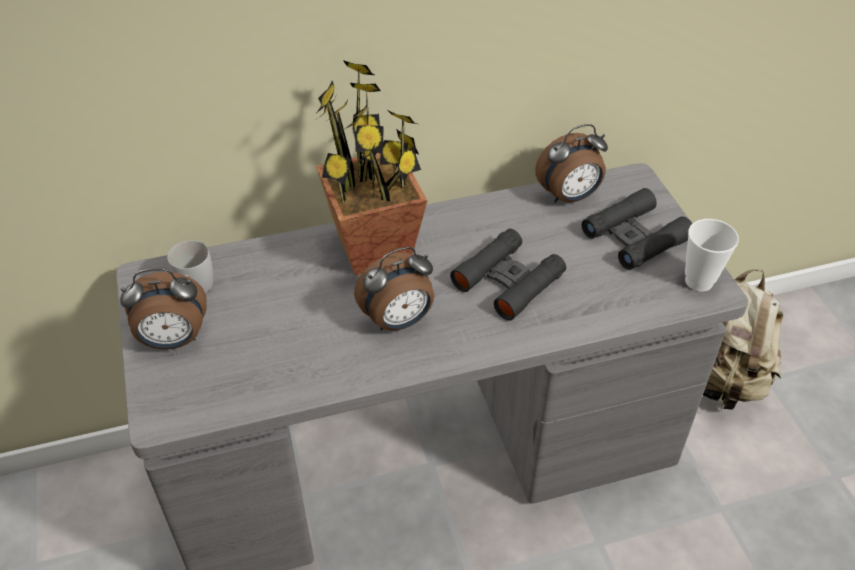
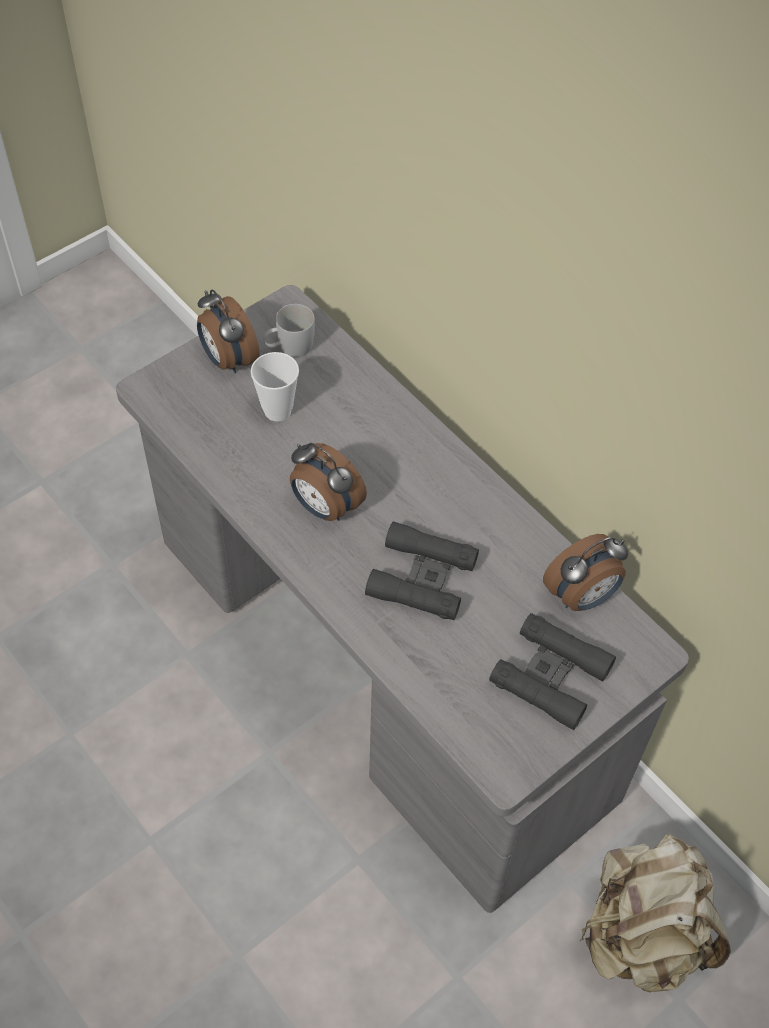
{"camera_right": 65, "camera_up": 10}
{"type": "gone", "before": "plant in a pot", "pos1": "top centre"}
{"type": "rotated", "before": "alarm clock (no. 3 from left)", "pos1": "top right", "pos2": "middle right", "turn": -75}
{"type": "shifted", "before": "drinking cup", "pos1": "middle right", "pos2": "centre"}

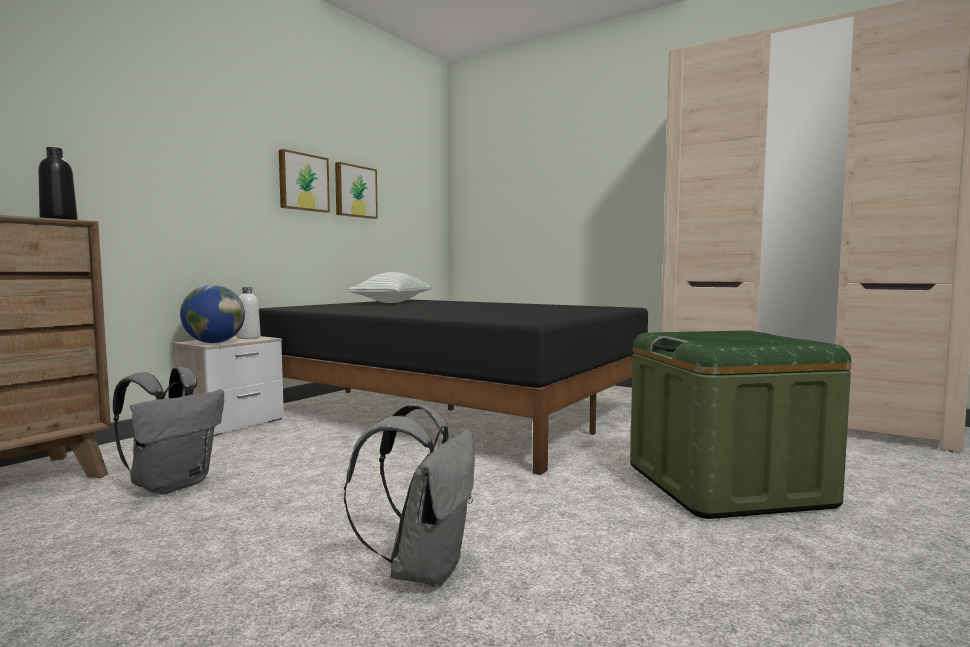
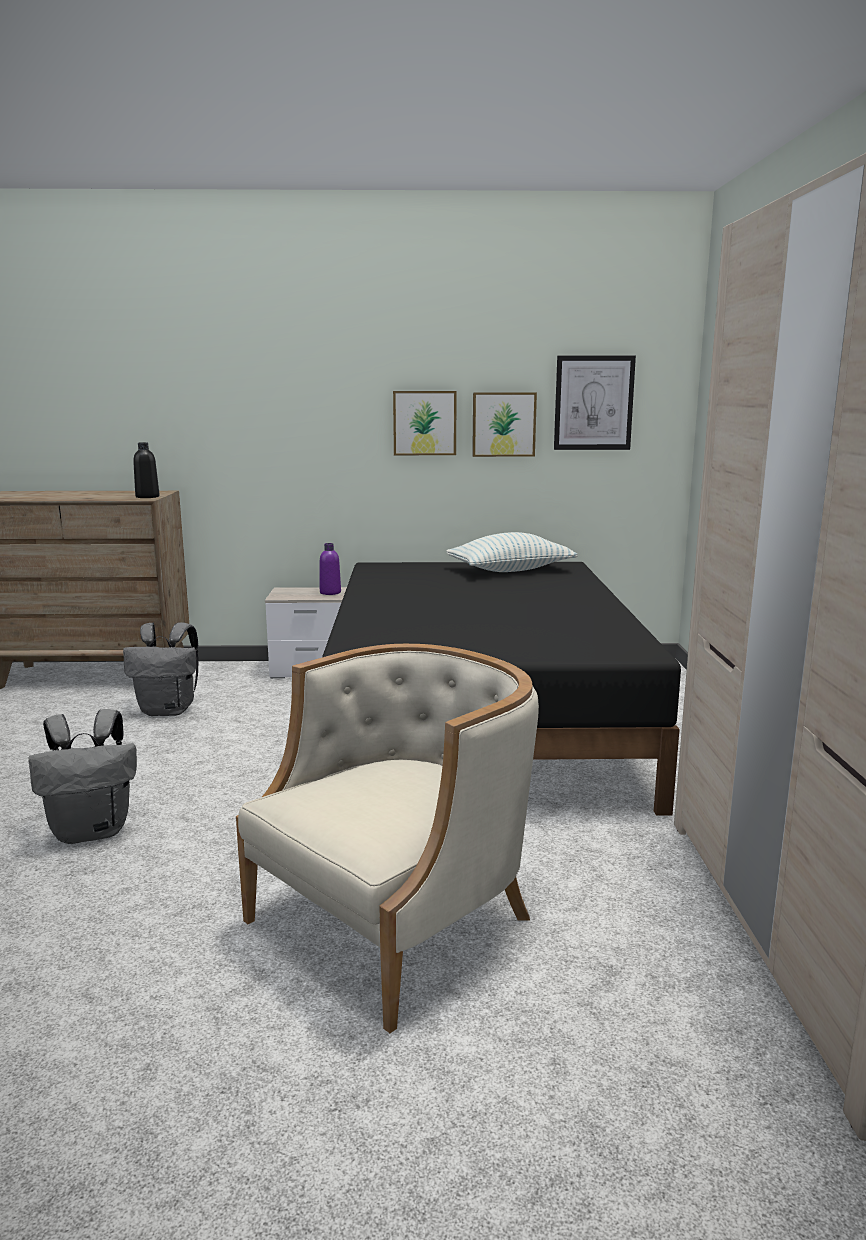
{"camera_right": 55, "camera_up": 10}
{"type": "gone", "before": "world globe", "pos1": "middle left"}
{"type": "repainted", "before": "white beverage bottle", "after": "purplish beverage bottle", "pos1": "middle left", "pos2": "centre"}
{"type": "swapped", "before": "greenish storage box", "after": "sand-coloured easy chair", "pos1": "middle right", "pos2": "bottom centre"}
{"type": "new", "after": "picture (no. 3 from left)", "pos2": "top right"}

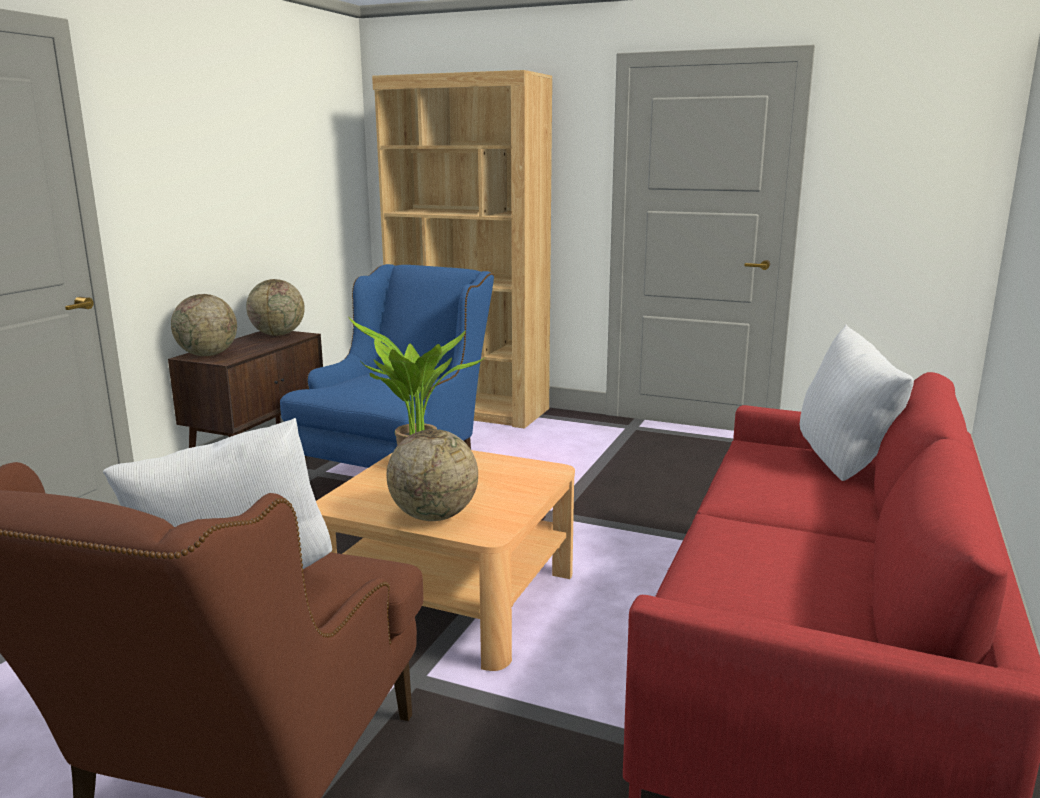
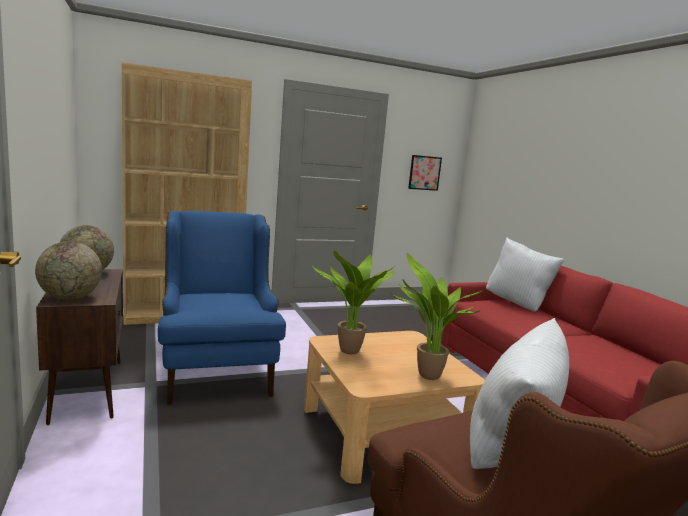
{"camera_right": -45, "camera_up": -5}
{"type": "swapped", "before": "world globe (no. 3 from left)", "after": "plant in a pot (no. 2 from left)", "pos1": "centre", "pos2": "centre"}
{"type": "new", "after": "picture", "pos2": "centre"}

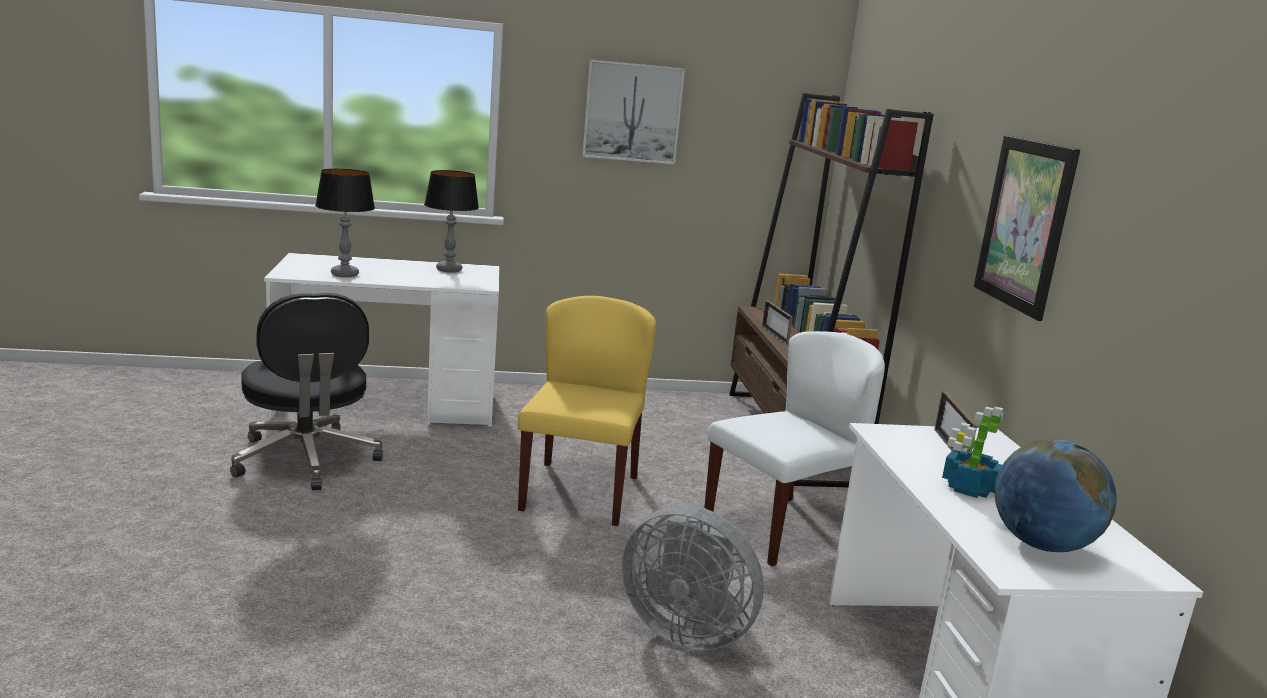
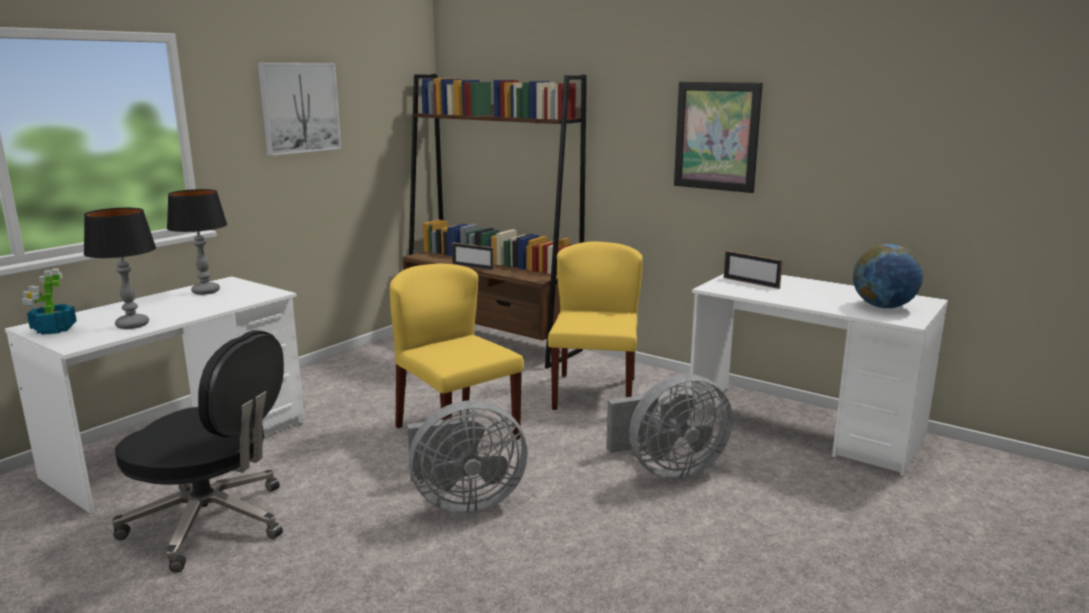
{"camera_right": -45, "camera_up": 0}
{"type": "repainted", "before": "white upright chair", "after": "yellow-coloured upright chair (no. 2 from left)", "pos1": "centre", "pos2": "centre"}
{"type": "shifted", "before": "plant in a pot", "pos1": "middle right", "pos2": "middle left"}
{"type": "new", "after": "greyish fan (no. 1 from left)", "pos2": "bottom centre"}

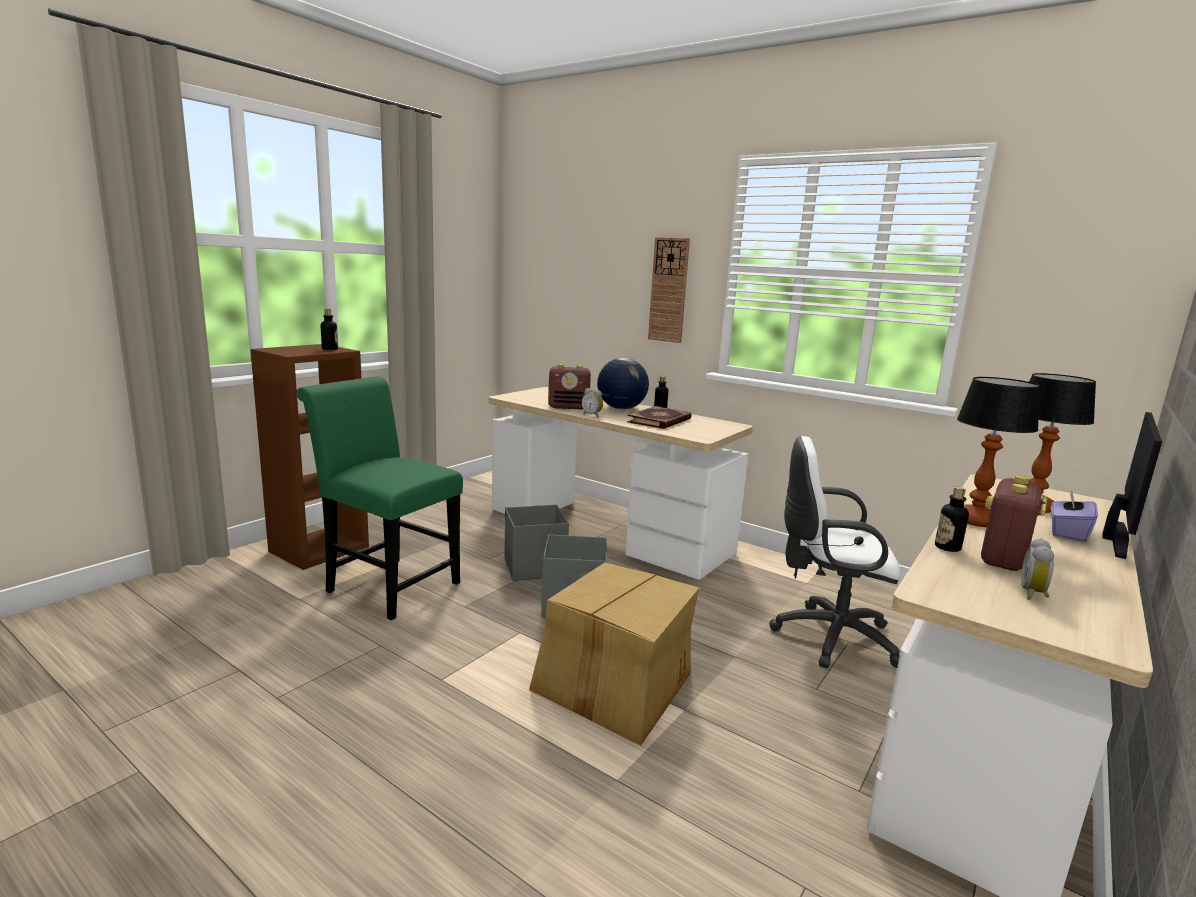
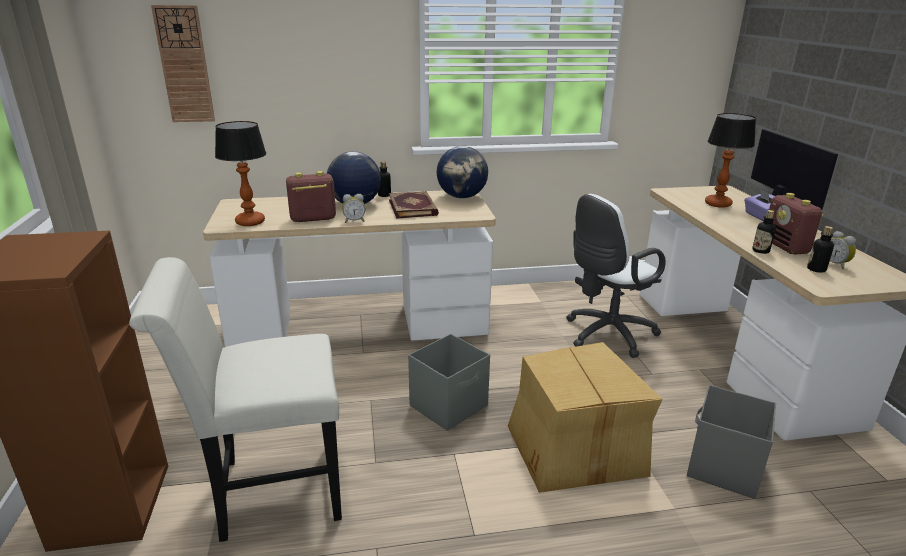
{"camera_right": -45, "camera_up": 10}
{"type": "repainted", "before": "greenish upright chair", "after": "white upright chair", "pos1": "middle left", "pos2": "bottom left"}
{"type": "shifted", "before": "beverage bottle (no. 1 from left in the first image)", "after": "beverage bottle (no. 3 from left)", "pos1": "middle left", "pos2": "middle right"}
{"type": "shifted", "before": "greyish storage box (no. 1 from left in the first image)", "after": "greyish storage box (no. 2 from left)", "pos1": "centre", "pos2": "bottom right"}
{"type": "rotated", "before": "radio set (no. 1 from left)", "pos1": "centre", "pos2": "centre", "turn": -150}
{"type": "shifted", "before": "clock on the wall", "pos1": "top centre", "pos2": "top left"}
{"type": "shifted", "before": "table lamp (no. 1 from left)", "pos1": "middle right", "pos2": "top left"}
{"type": "new", "after": "world globe (no. 2 from left)", "pos2": "top centre"}

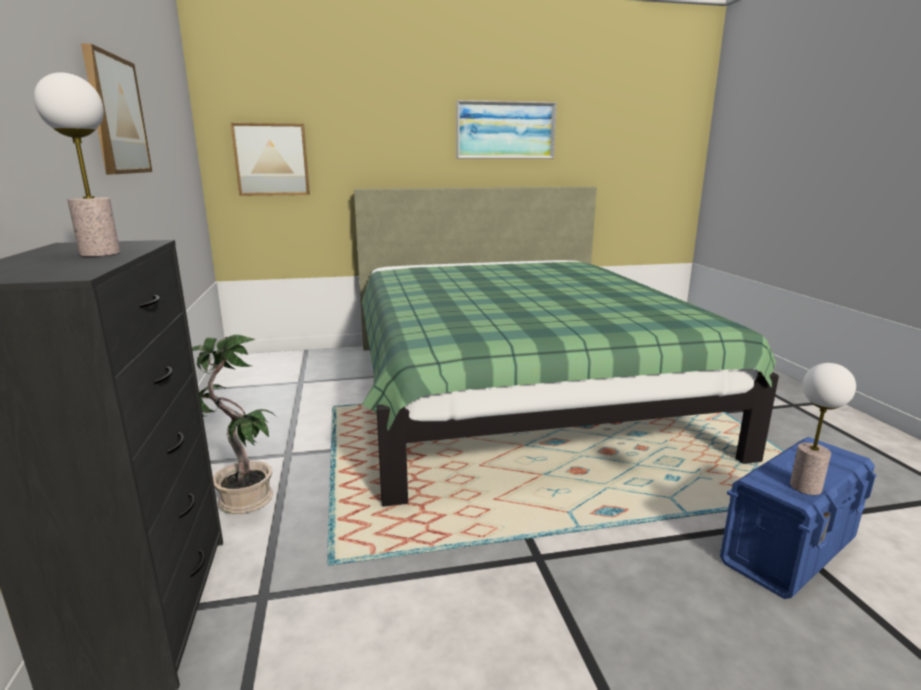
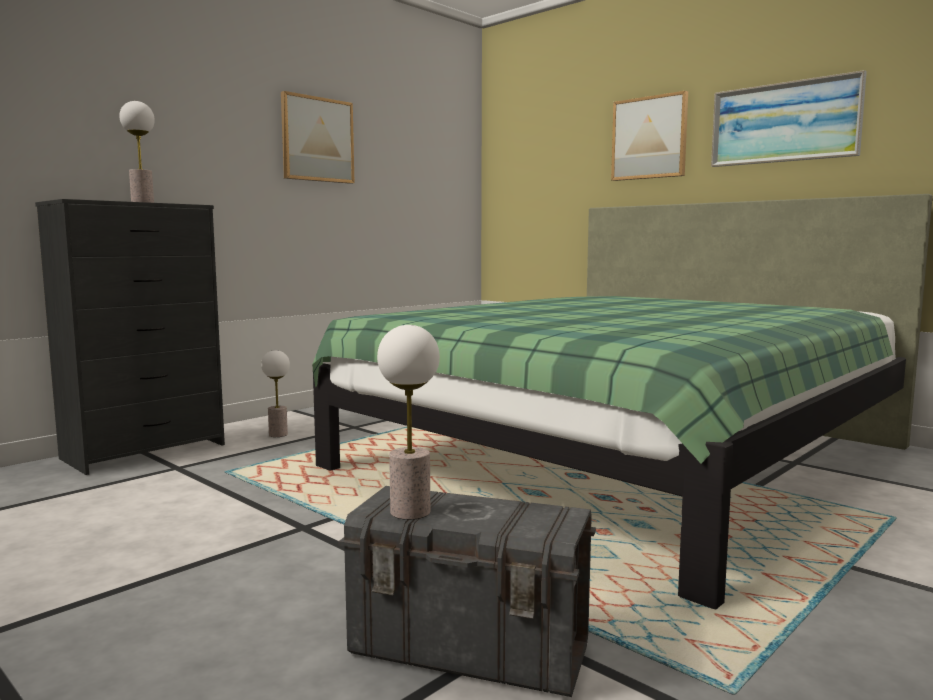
{"camera_right": 55, "camera_up": -10}
{"type": "swapped", "before": "plant in a pot", "after": "table lamp (no. 2 from left)", "pos1": "middle left", "pos2": "middle left"}
{"type": "shifted", "before": "picture (no. 2 from left)", "pos1": "top left", "pos2": "top right"}
{"type": "repainted", "before": "bluish storage box", "after": "greyish storage box", "pos1": "bottom right", "pos2": "bottom centre"}

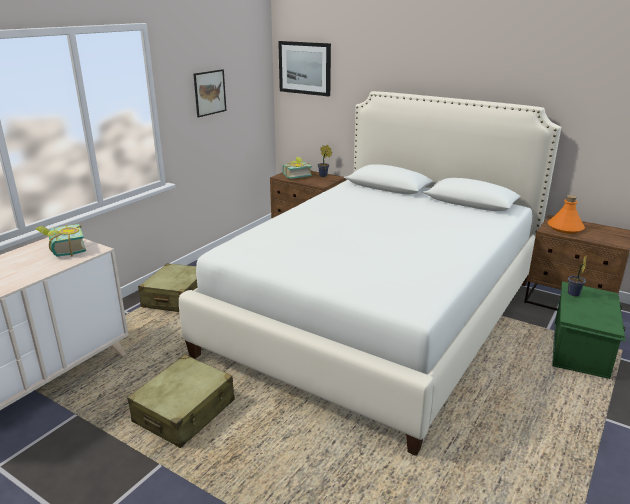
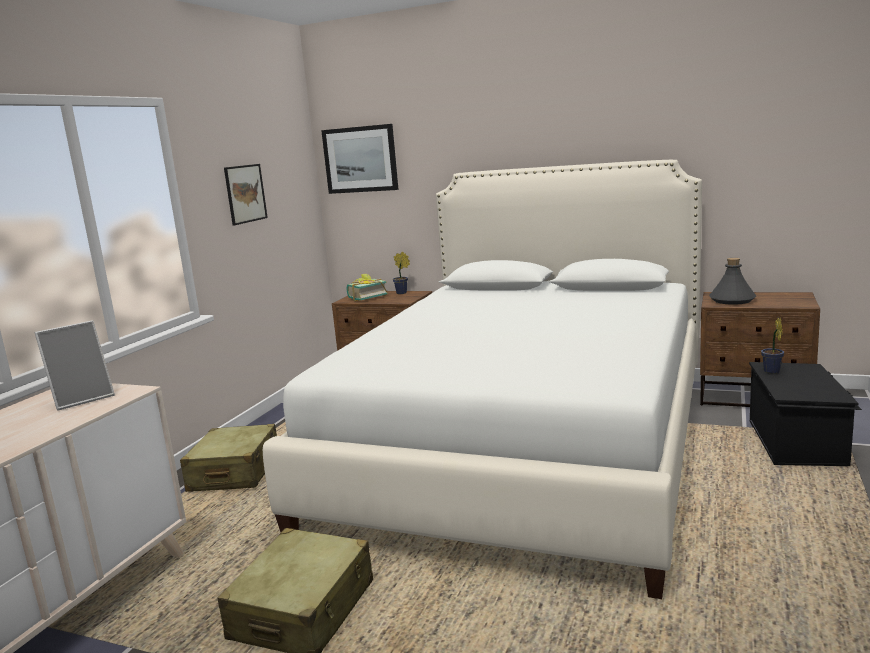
{"camera_right": -10, "camera_up": -10}
{"type": "swapped", "before": "bound book (no. 1 from left)", "after": "standing frame", "pos1": "middle left", "pos2": "middle left"}
{"type": "repainted", "before": "orange beverage bottle", "after": "greyish beverage bottle", "pos1": "middle right", "pos2": "middle right"}
{"type": "repainted", "before": "greenish storage box", "after": "black storage box", "pos1": "middle right", "pos2": "middle right"}

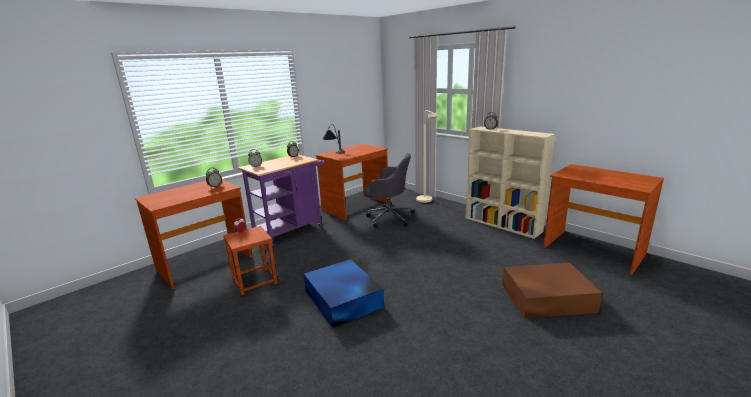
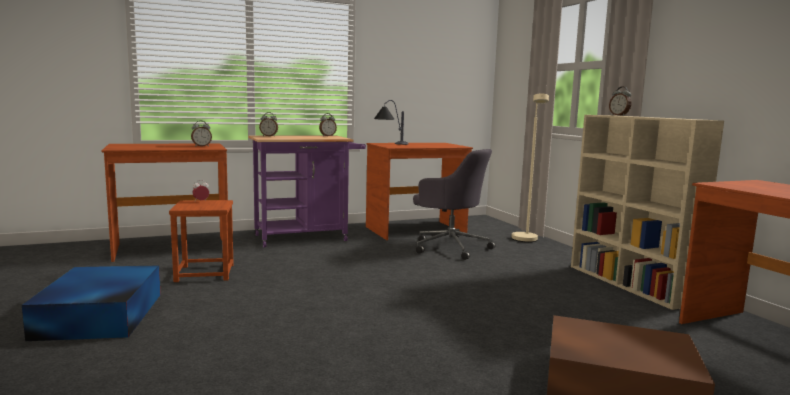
{"camera_right": 20, "camera_up": -10}
{"type": "shifted", "before": "bluish storage box", "pos1": "bottom centre", "pos2": "bottom left"}

